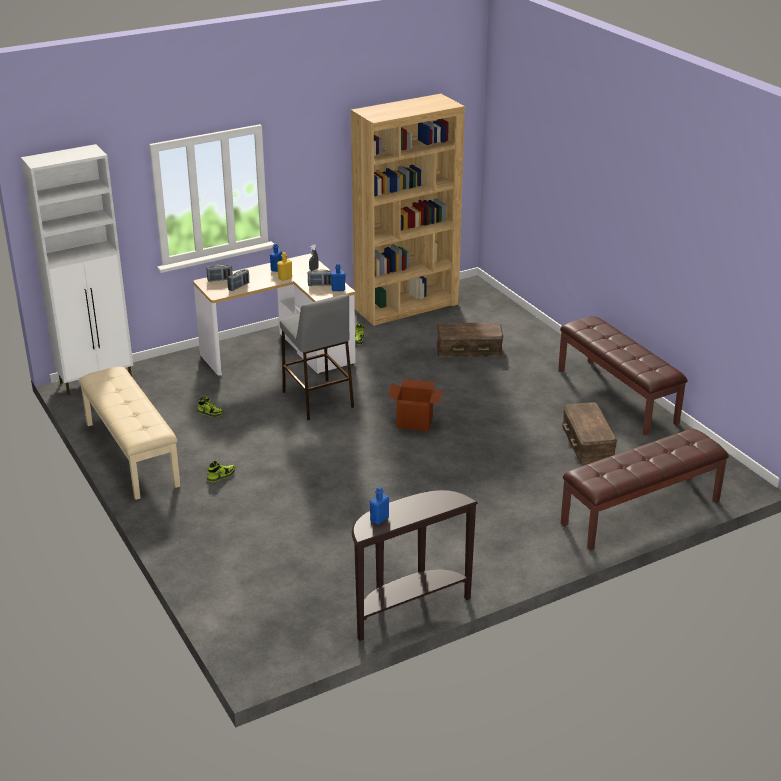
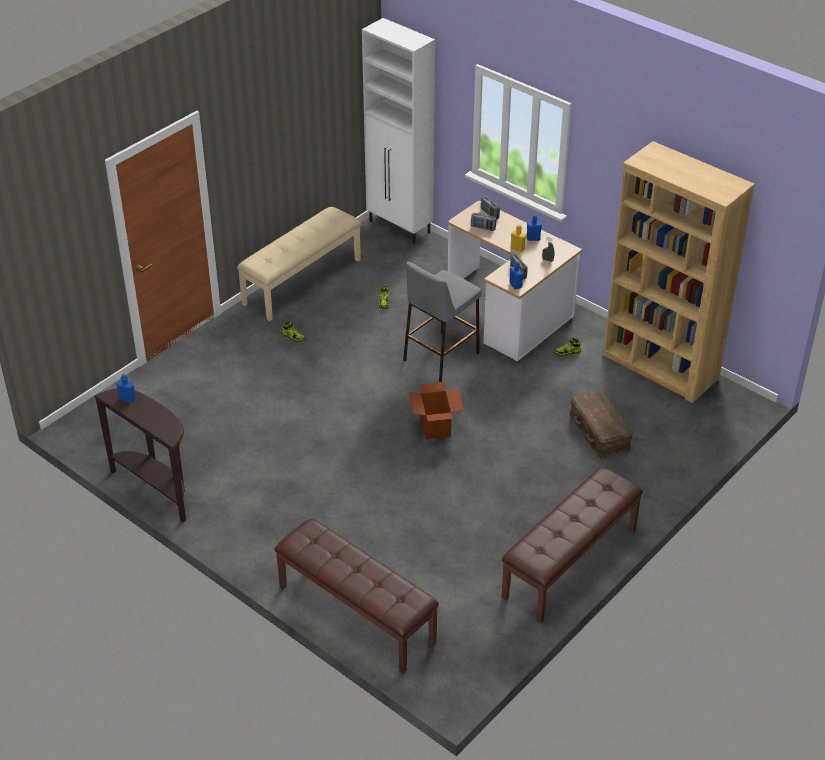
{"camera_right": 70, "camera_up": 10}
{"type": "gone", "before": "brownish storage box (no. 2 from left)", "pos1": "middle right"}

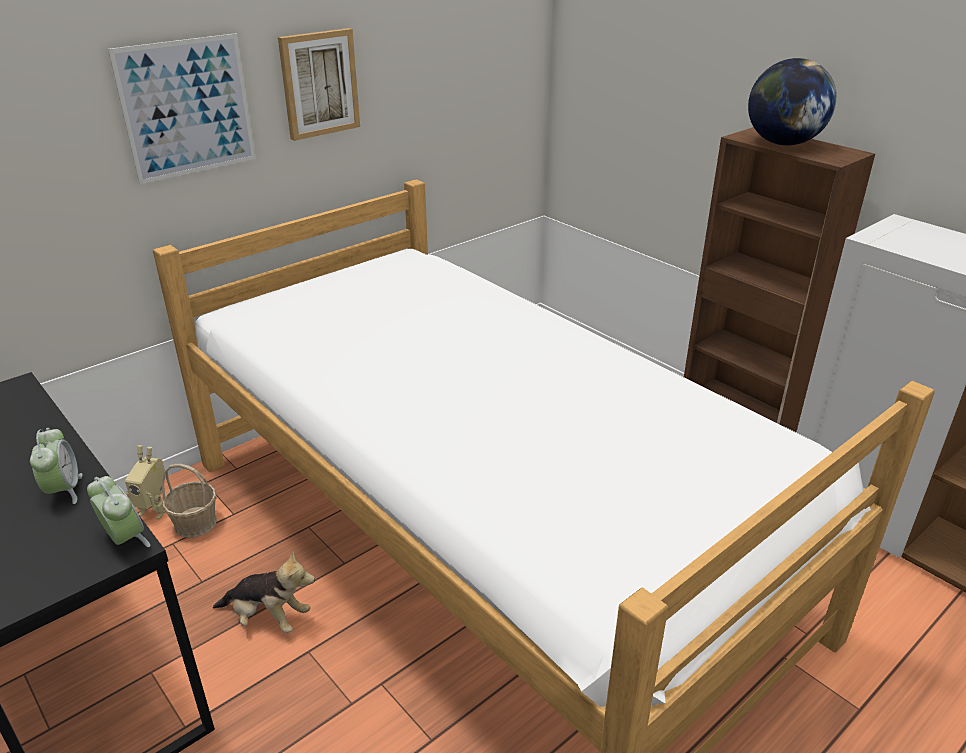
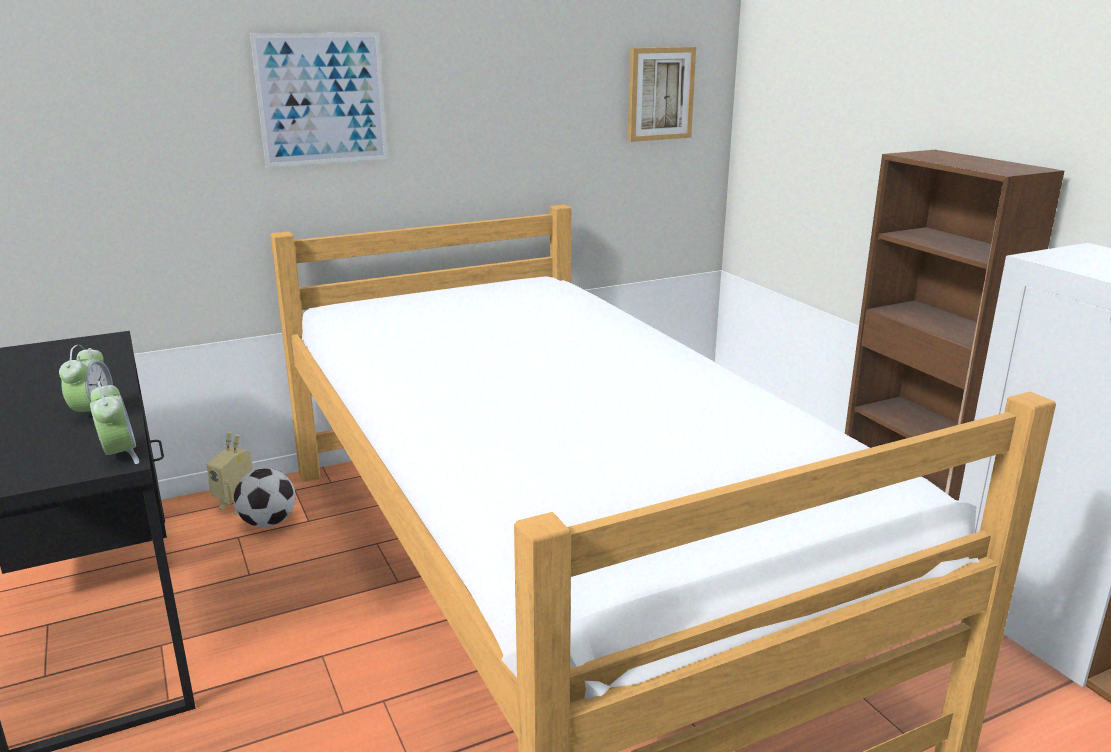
{"camera_right": 15, "camera_up": -10}
{"type": "swapped", "before": "storage basket", "after": "football", "pos1": "middle left", "pos2": "middle left"}
{"type": "gone", "before": "soft toy", "pos1": "bottom left"}
{"type": "shifted", "before": "picture (no. 2 from left)", "pos1": "top left", "pos2": "top centre"}
{"type": "gone", "before": "world globe", "pos1": "top right"}

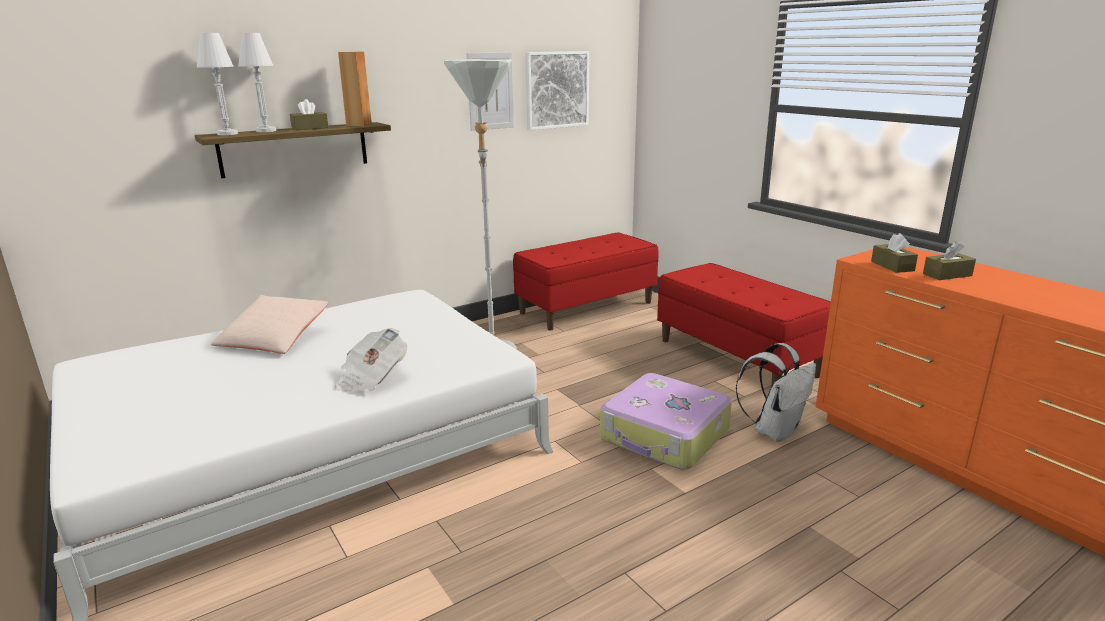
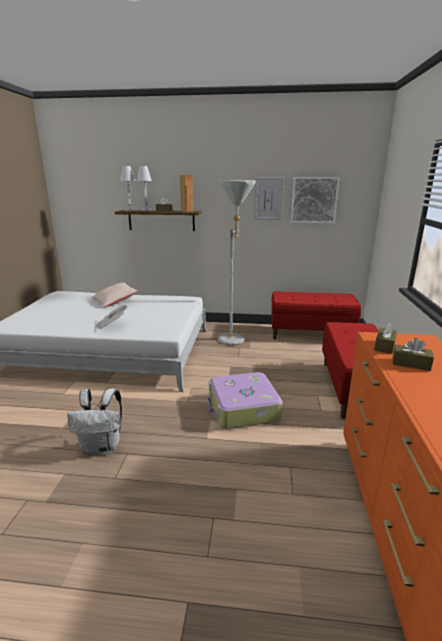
{"camera_right": 40, "camera_up": 0}
{"type": "shifted", "before": "white rucksack", "pos1": "middle right", "pos2": "middle left"}

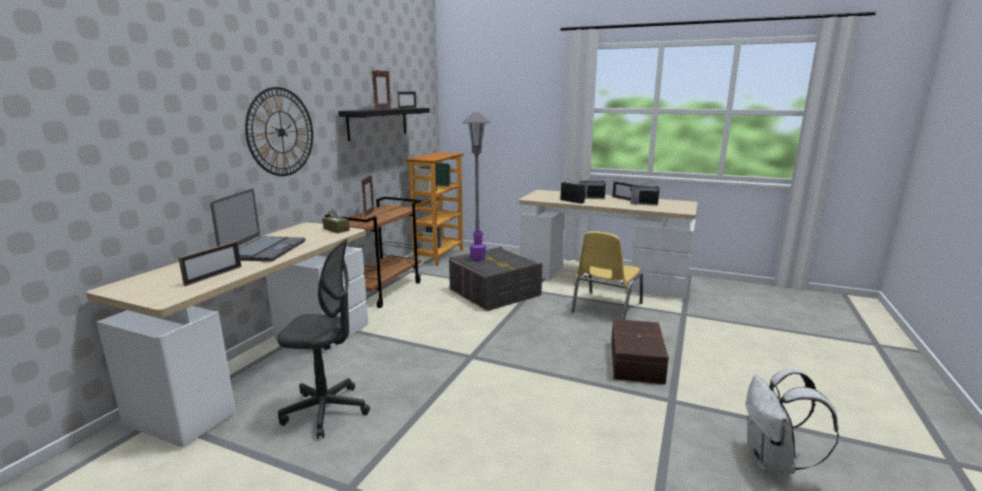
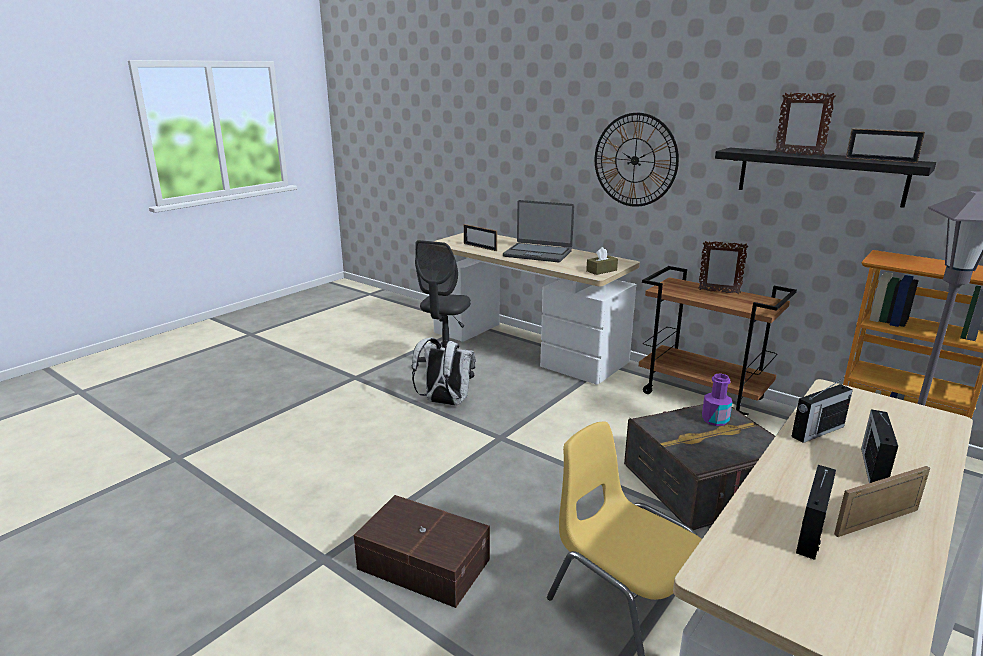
{"camera_right": 105, "camera_up": 5}
{"type": "shifted", "before": "white rucksack", "pos1": "bottom right", "pos2": "centre"}

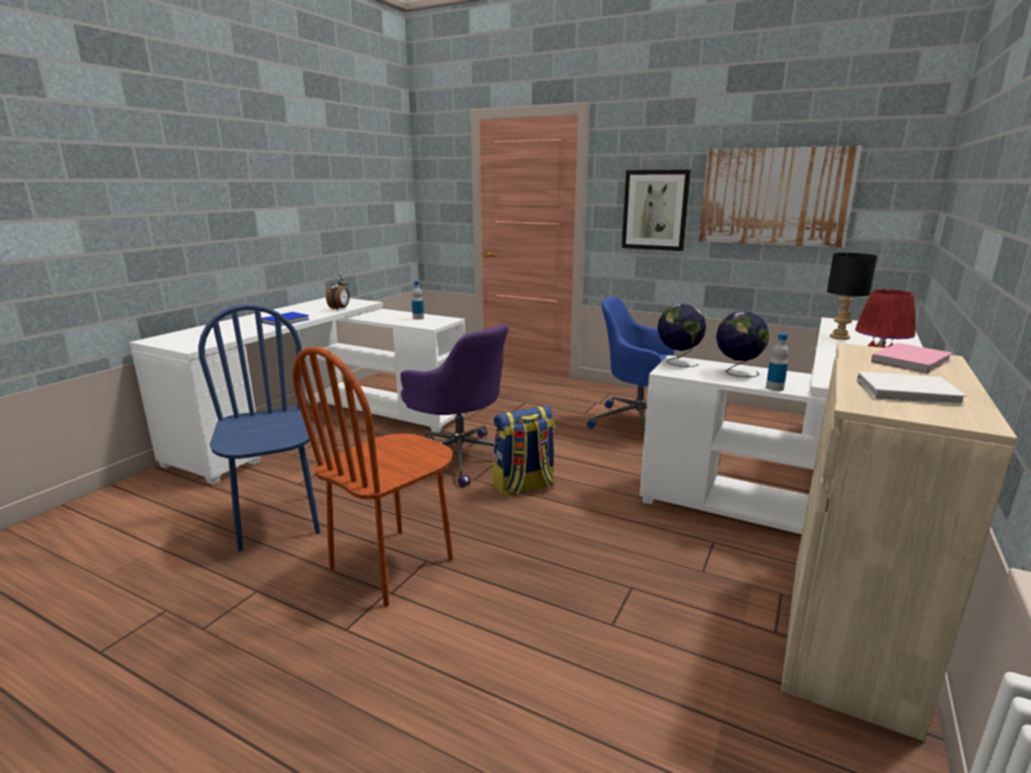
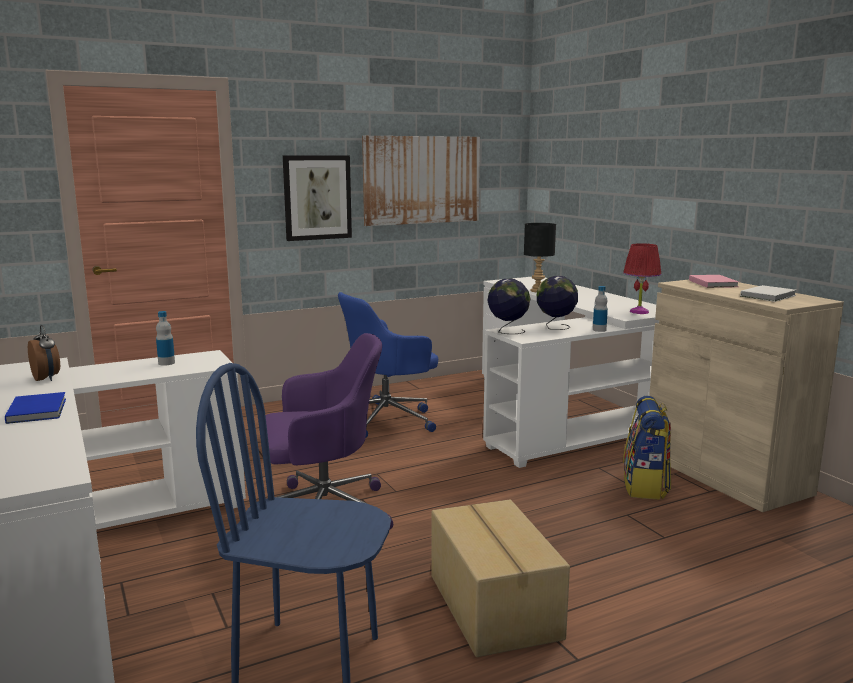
{"camera_right": -55, "camera_up": -5}
{"type": "swapped", "before": "brownish upright chair", "after": "carton", "pos1": "centre", "pos2": "bottom centre"}
{"type": "shifted", "before": "rucksack", "pos1": "centre", "pos2": "middle right"}

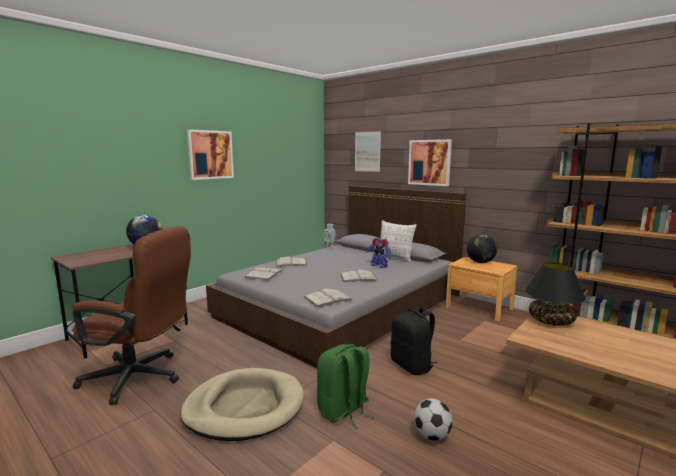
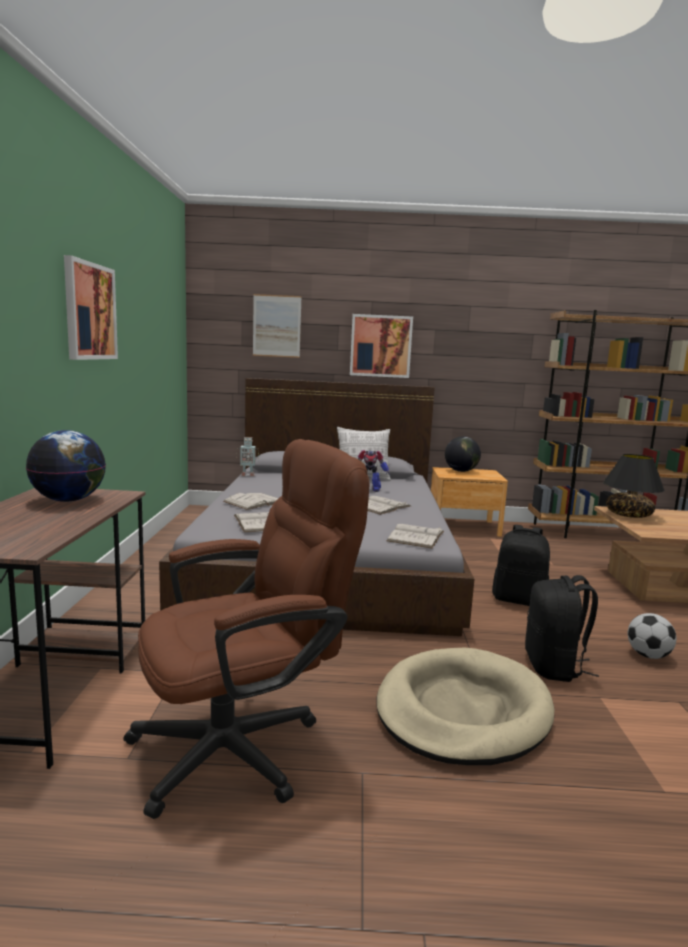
{"camera_right": -40, "camera_up": 0}
{"type": "repainted", "before": "greenish rucksack", "after": "black rucksack (no. 2 from left)", "pos1": "bottom centre", "pos2": "middle right"}

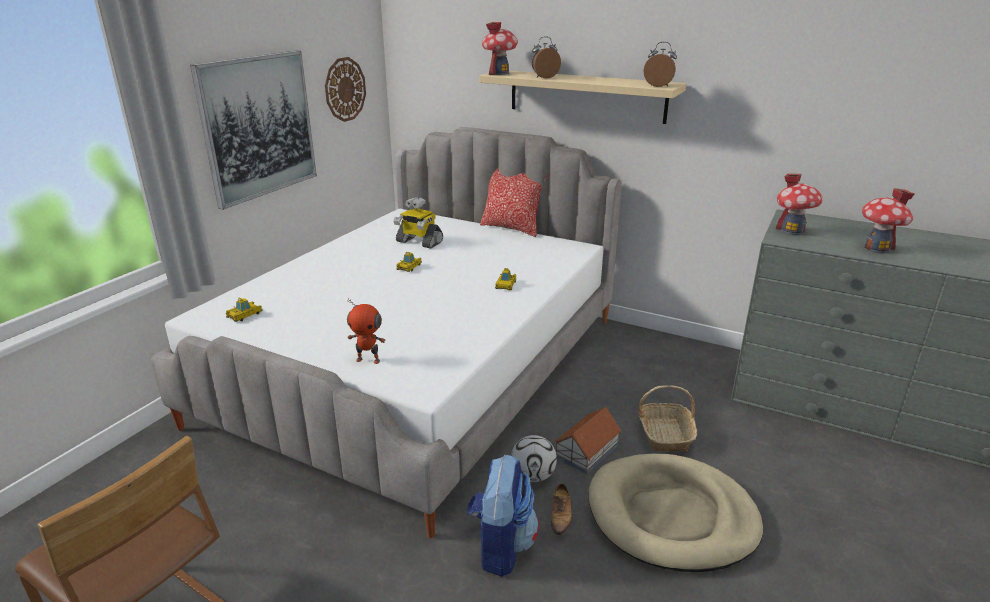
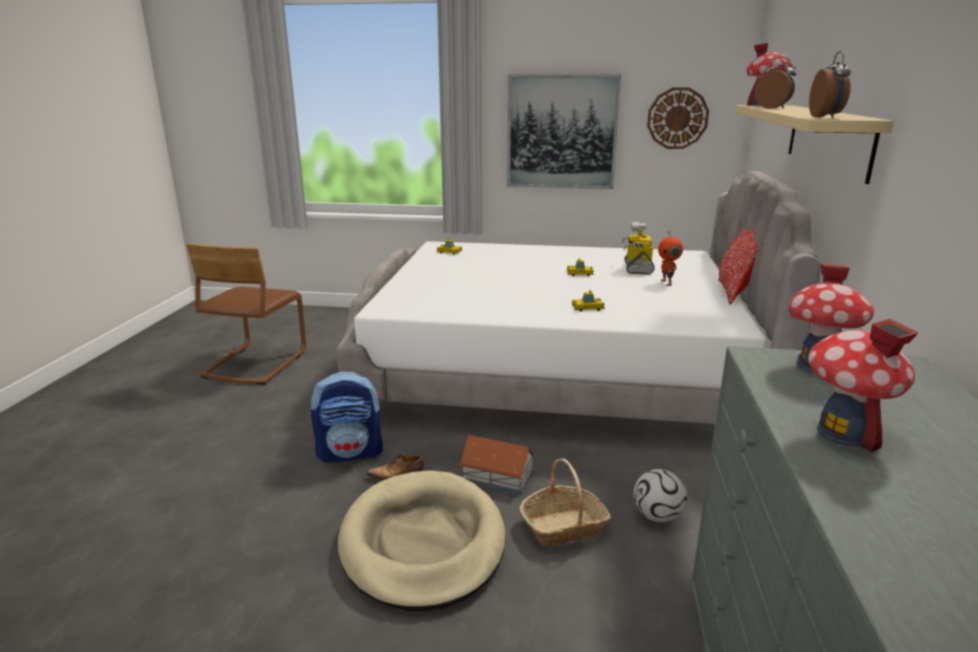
{"camera_right": 70, "camera_up": -5}
{"type": "shifted", "before": "model robot (no. 1 from left in the first image)", "after": "model robot (no. 2 from left)", "pos1": "centre", "pos2": "middle right"}
{"type": "shifted", "before": "football", "pos1": "bottom centre", "pos2": "bottom right"}

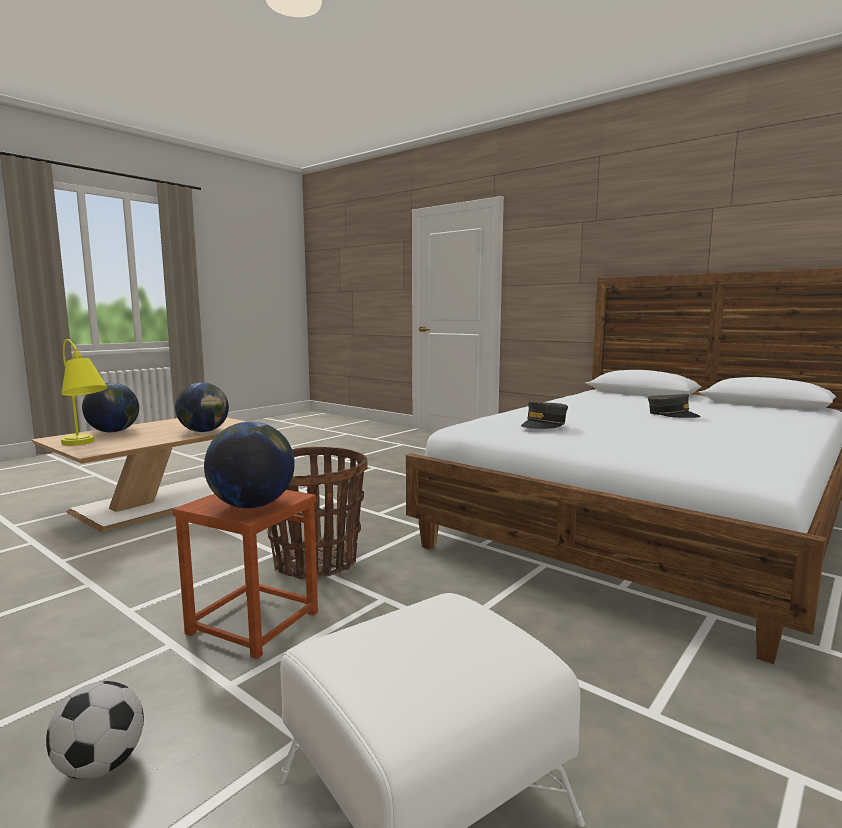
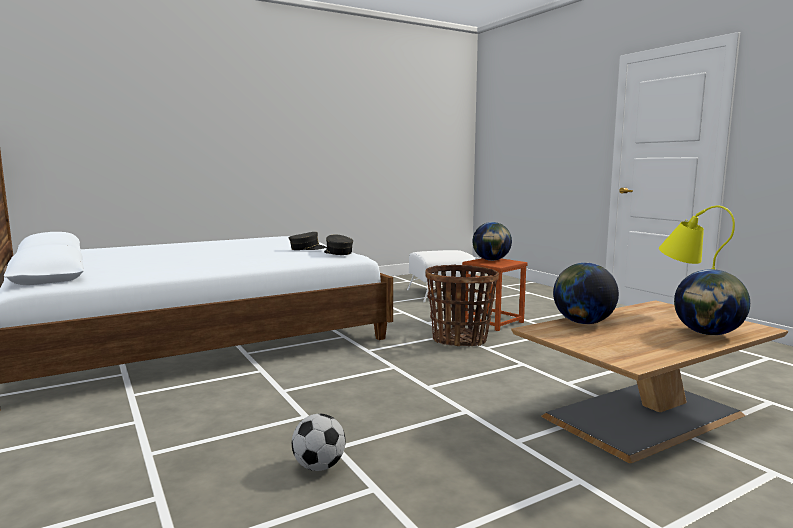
{"camera_right": -160, "camera_up": 0}
{"type": "shifted", "before": "football", "pos1": "bottom left", "pos2": "bottom centre"}
{"type": "shifted", "before": "greyish baseball cap (no. 2 from left)", "pos1": "middle right", "pos2": "centre"}

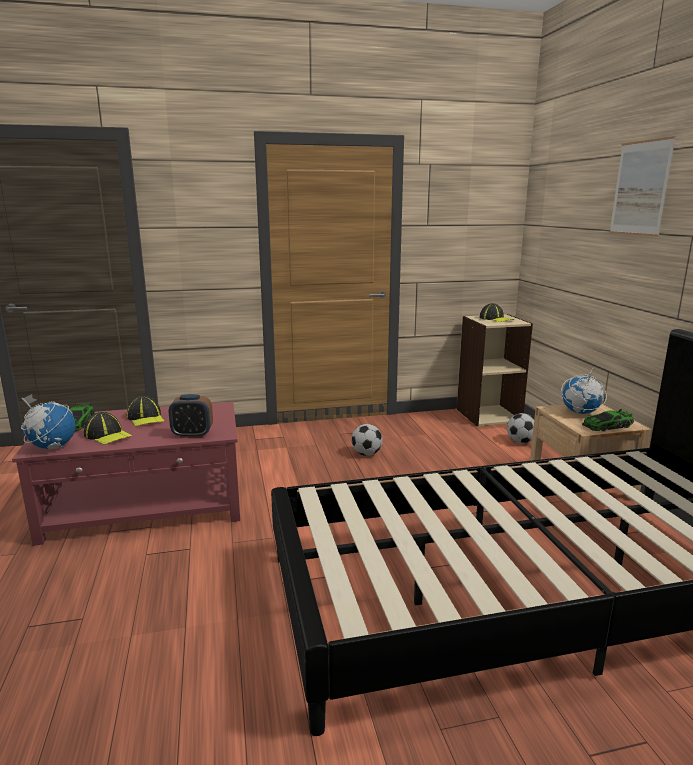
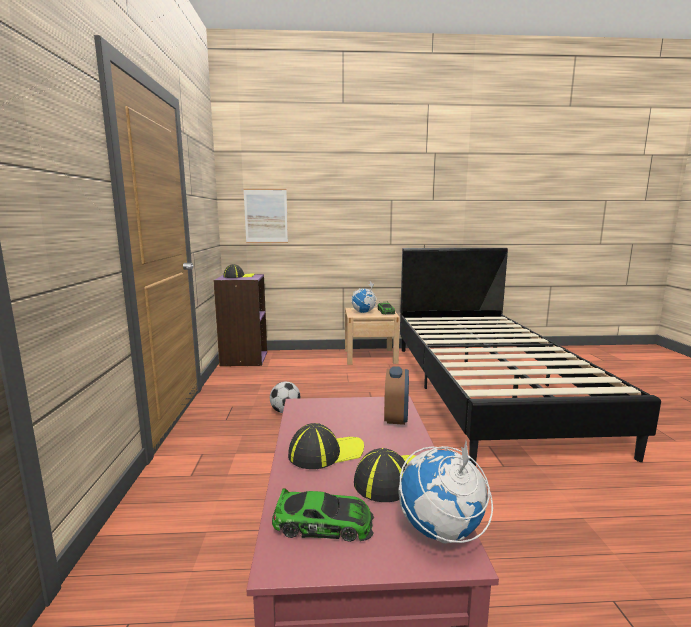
{"camera_right": -80, "camera_up": -5}
{"type": "repainted", "before": "sand-coloured bookcase", "after": "purplish bookcase", "pos1": "middle right", "pos2": "centre"}
{"type": "gone", "before": "football (no. 2 from left)", "pos1": "middle right"}
{"type": "shifted", "before": "picture", "pos1": "top right", "pos2": "centre"}

